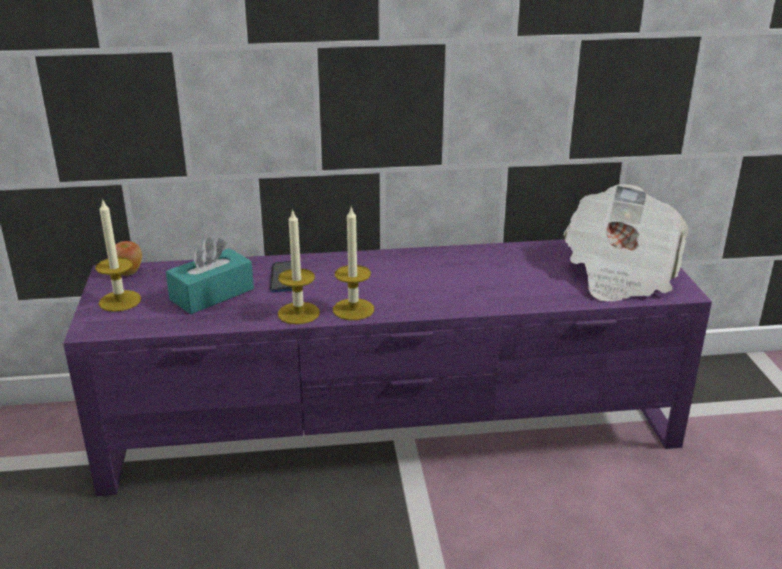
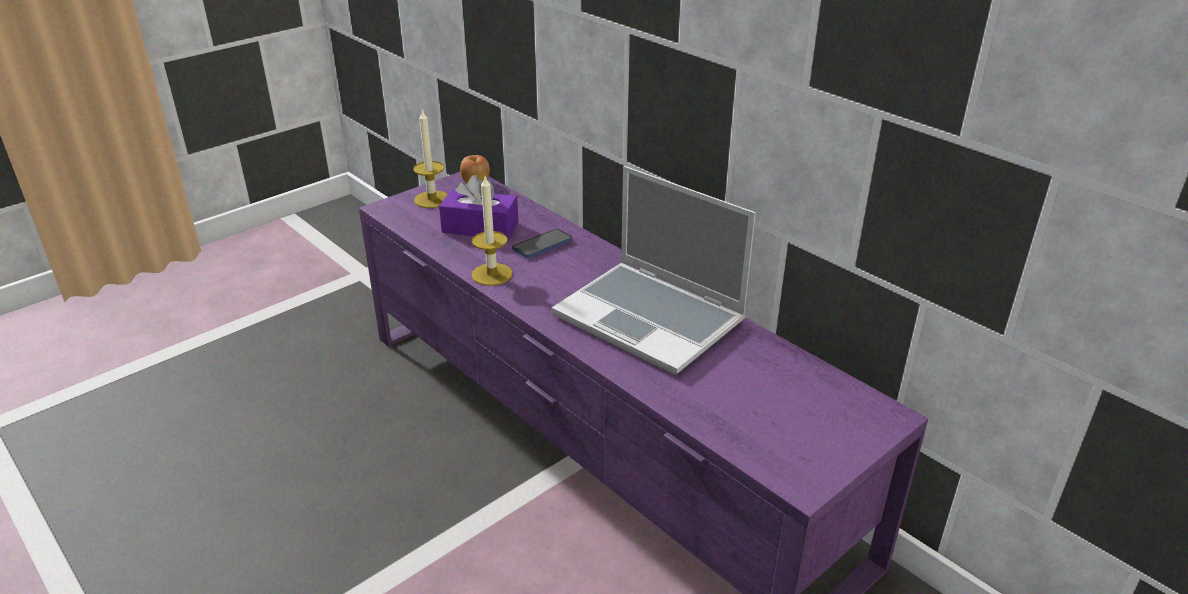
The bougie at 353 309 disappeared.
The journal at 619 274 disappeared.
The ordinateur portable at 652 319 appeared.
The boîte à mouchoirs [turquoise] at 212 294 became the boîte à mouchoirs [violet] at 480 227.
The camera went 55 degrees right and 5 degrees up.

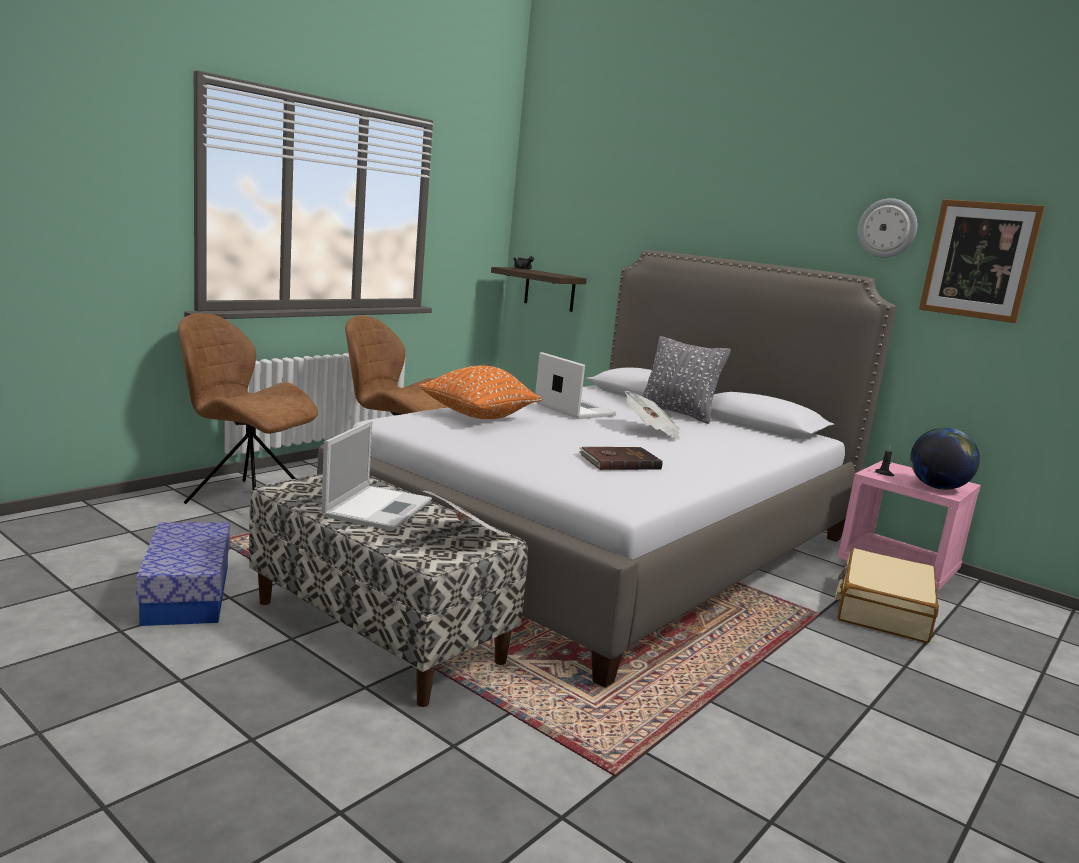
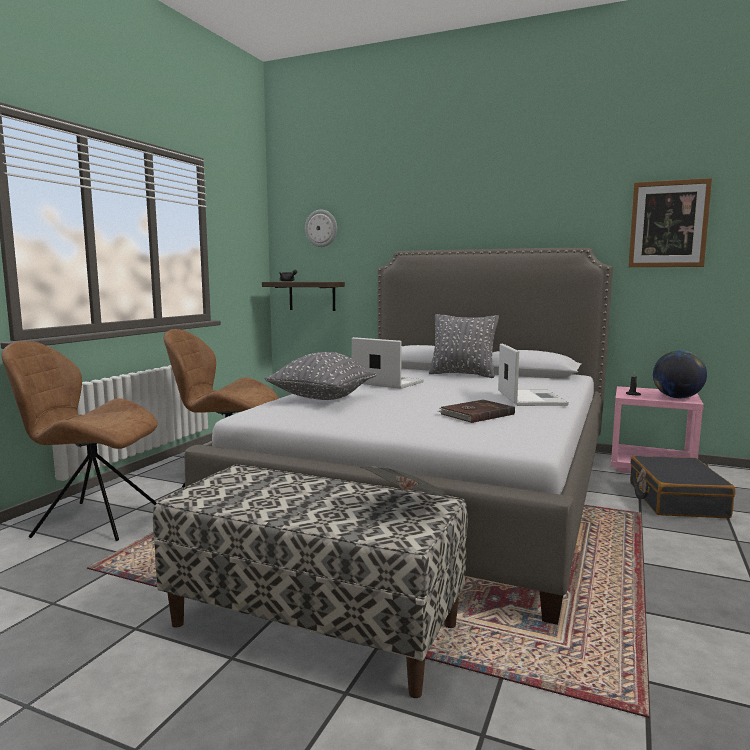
The boîte de rangement at 187 594 disappeared.
The journal at 651 432 disappeared.
The ordinateur portable moved from 378 508 to 530 398.
The horloge murale moved from 887 228 to 321 228.
The coussin [orange] at 478 417 became the coussin [gris] at 322 399.
The valise [beige] at 882 610 became the valise [noir] at 675 500.
The camera went 15 degrees left and 5 degrees down.

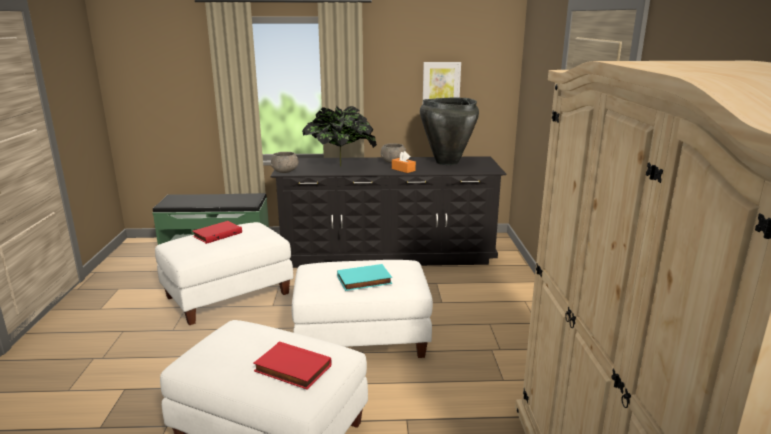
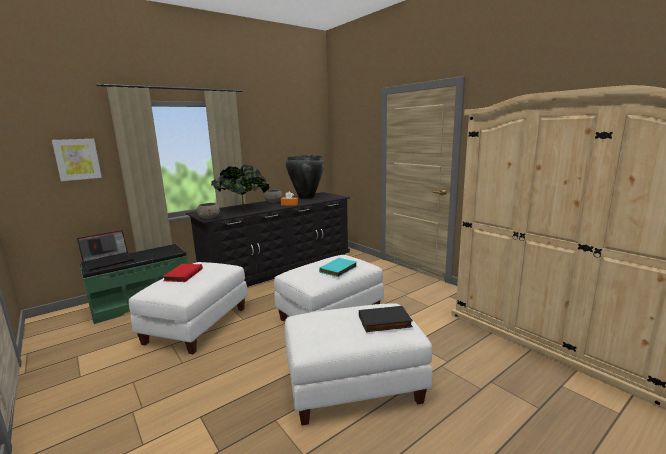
The ordinateur portable at 109 261 appeared.
The tableau moved from 441 83 to 77 159.
The livre [rouge] at 291 369 became the livre [noir] at 384 322.
The camera went 35 degrees left and 5 degrees down.

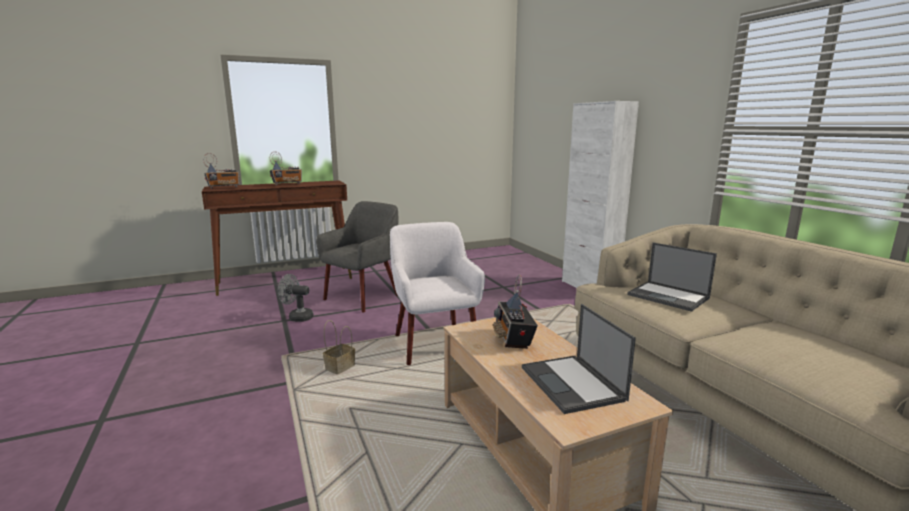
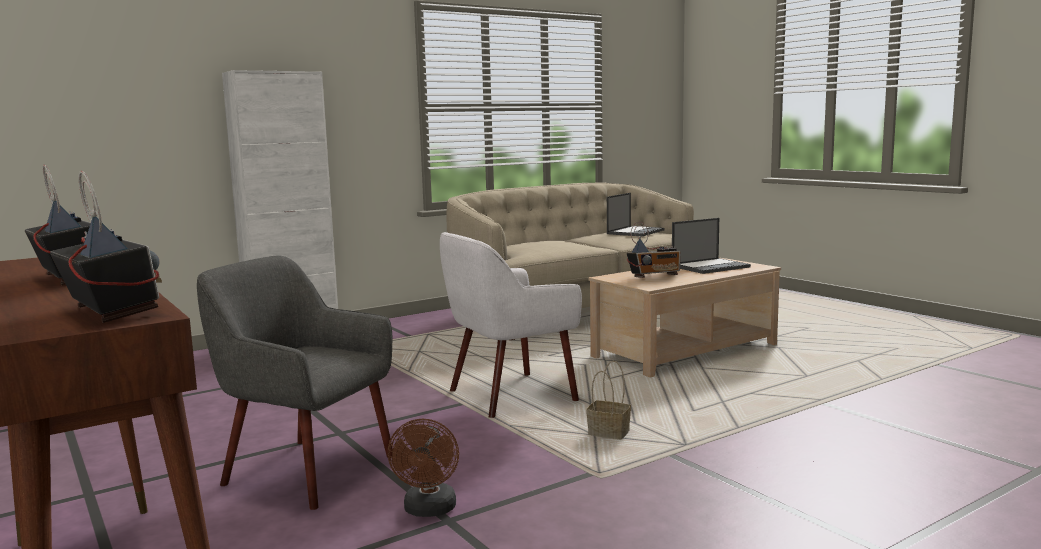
The ordinateur portable moved from 669 296 to 635 232.
The ventilateur [gris] at 297 317 became the ventilateur [marron] at 429 510.
The camera went 100 degrees left and 5 degrees down.

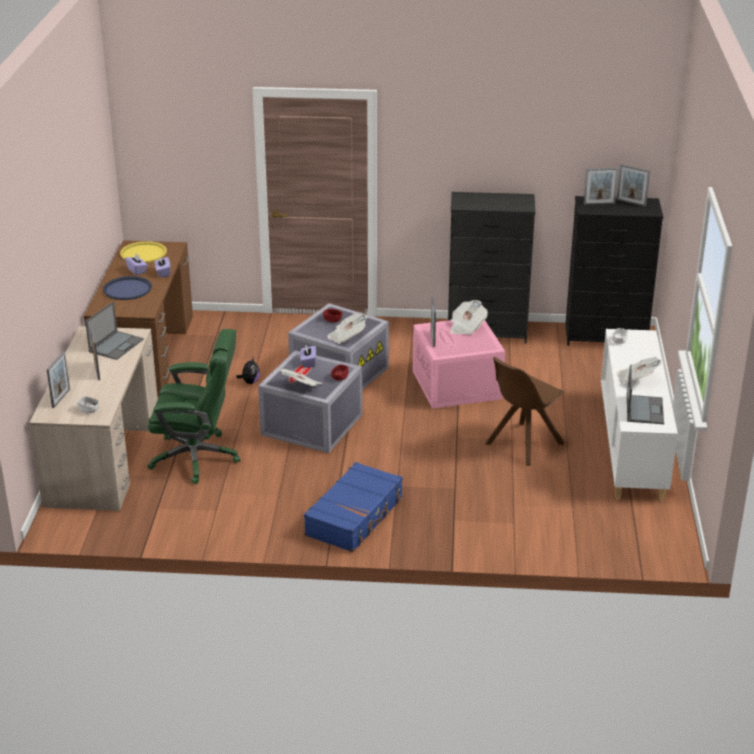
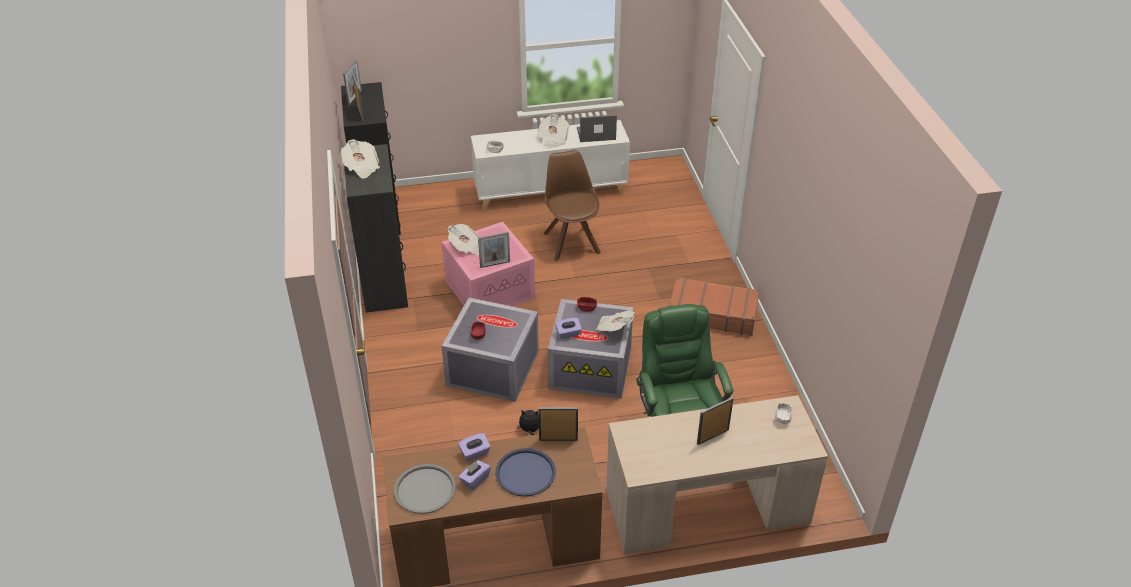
The ordinateur portable at 116 345 disappeared.
The cadre photo moved from 61 398 to 558 439.
The journal moved from 347 337 to 361 167.
The plateau [jaune] at 143 253 became the plateau [gris] at 424 489.
The valise [bleu] at 355 517 became the valise [marron] at 712 313.
The chaise [marron] at 522 444 turned 135 degrees counterclockwise.
The camera went 105 degrees left and 10 degrees up.

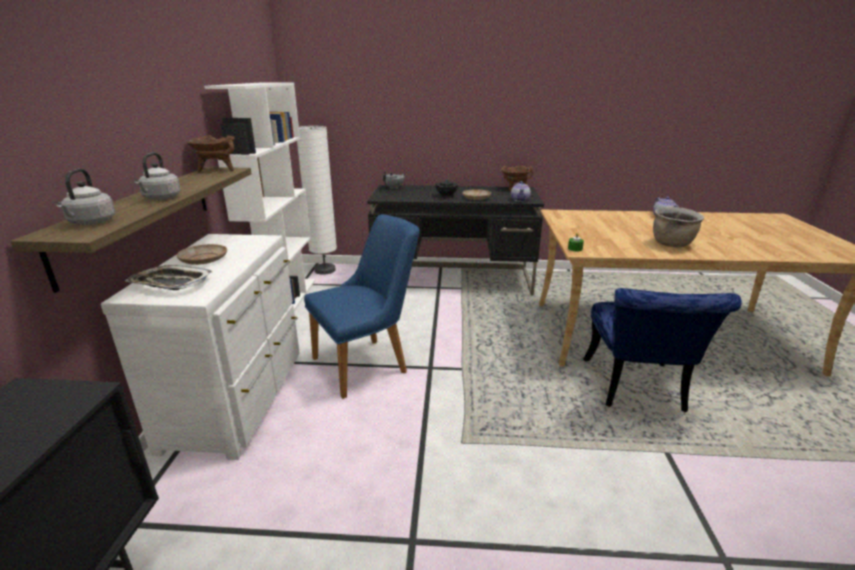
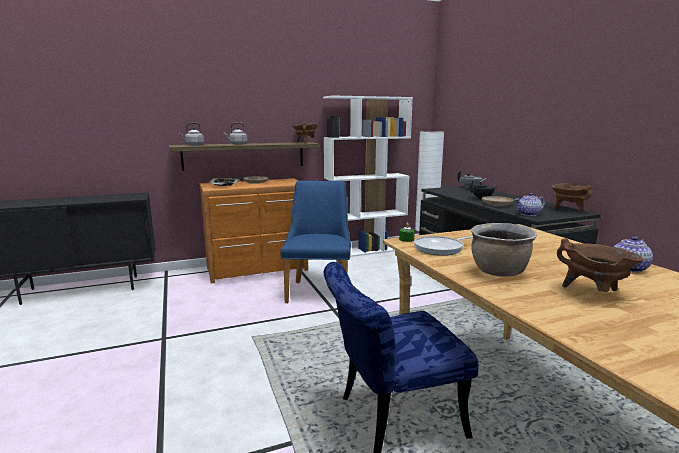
The poêle at 441 248 appeared.
The marmite [marron] at 594 293 appeared.
The commode [blanc] at 240 398 became the commode [marron] at 258 269.
The chaise [bleu] at 368 363 turned 120 degrees counterclockwise.
The camera went 65 degrees right and 10 degrees down.

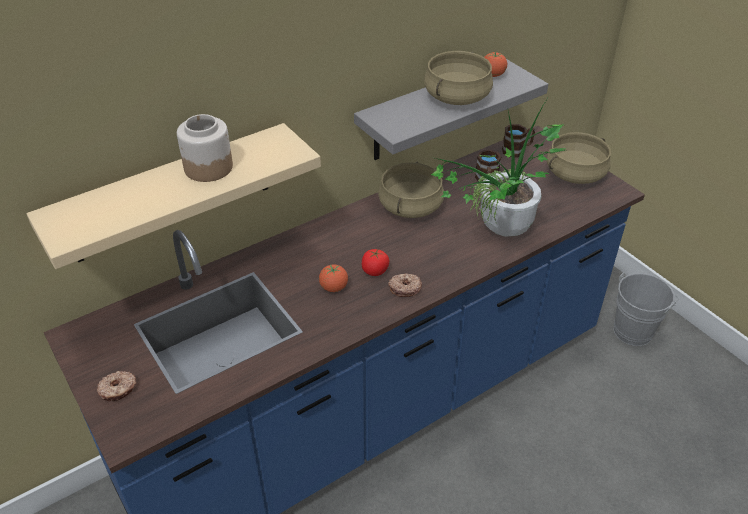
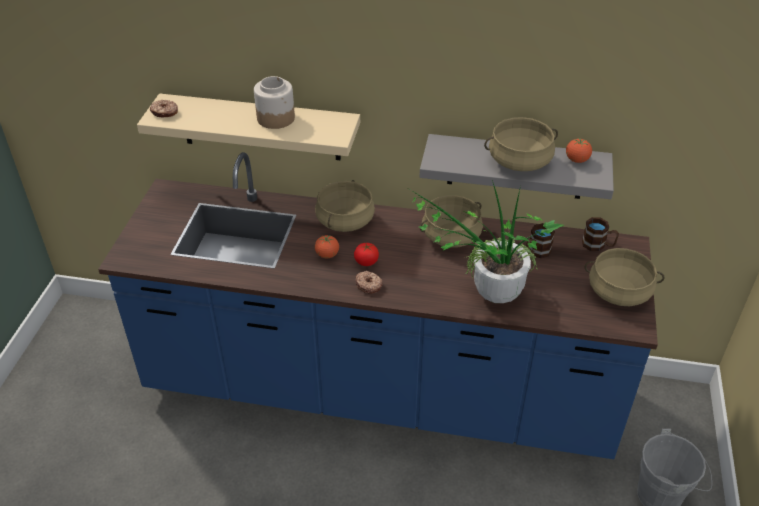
The marmite [beige] at 344 220 appeared.
The beignet moved from 118 390 to 164 112.
The camera went 45 degrees right and 0 degrees up.

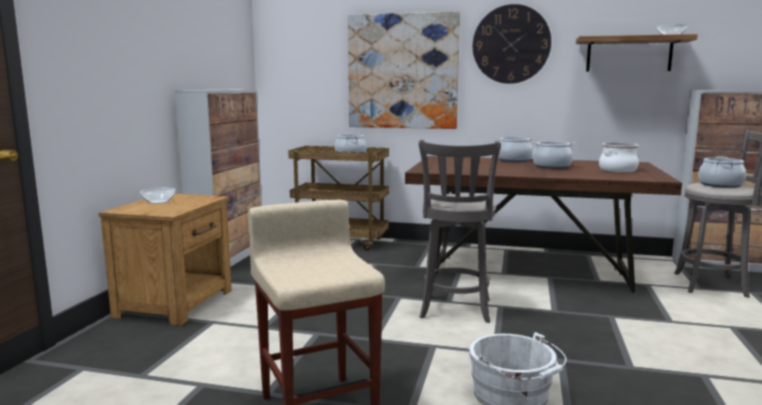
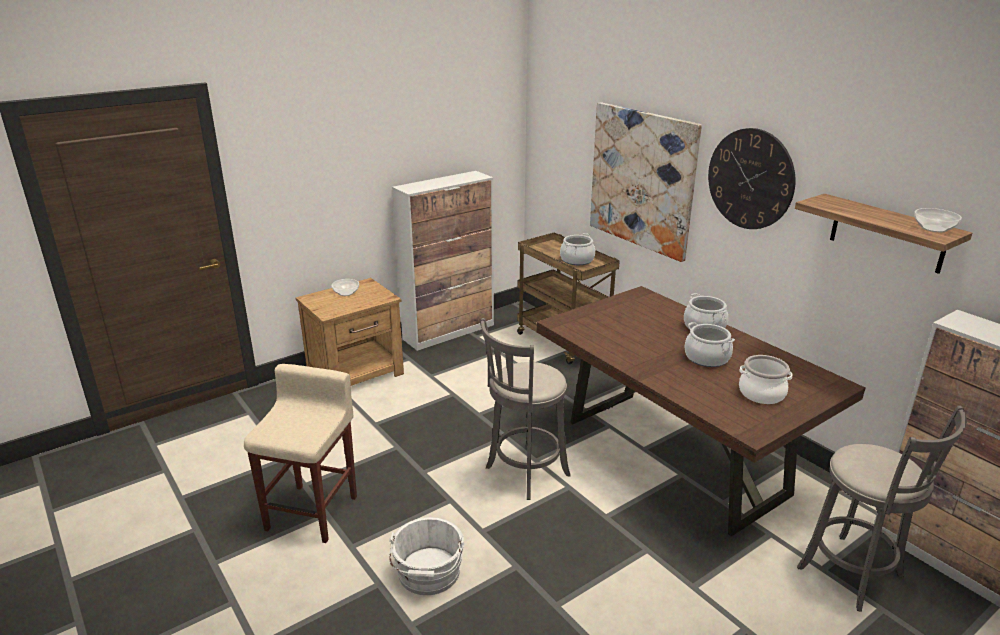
The marmite at 720 185 disappeared.
The camera went 40 degrees right and 15 degrees up.

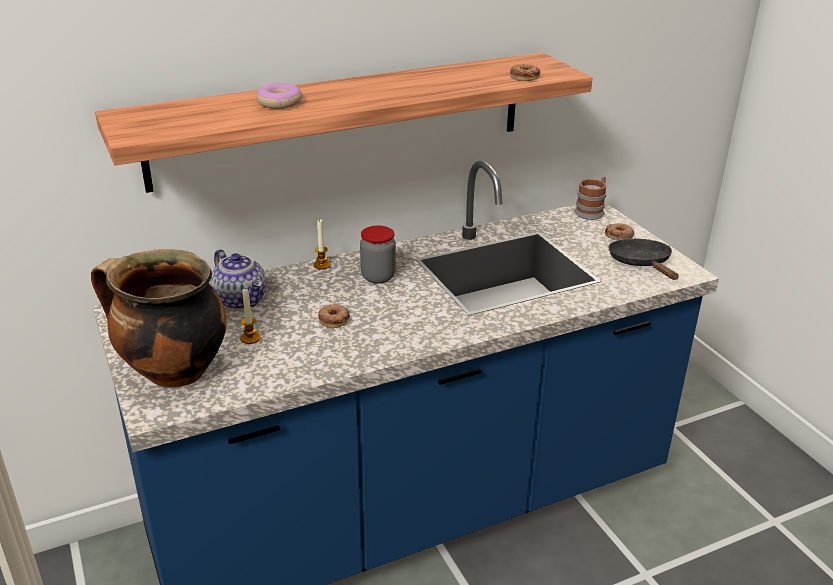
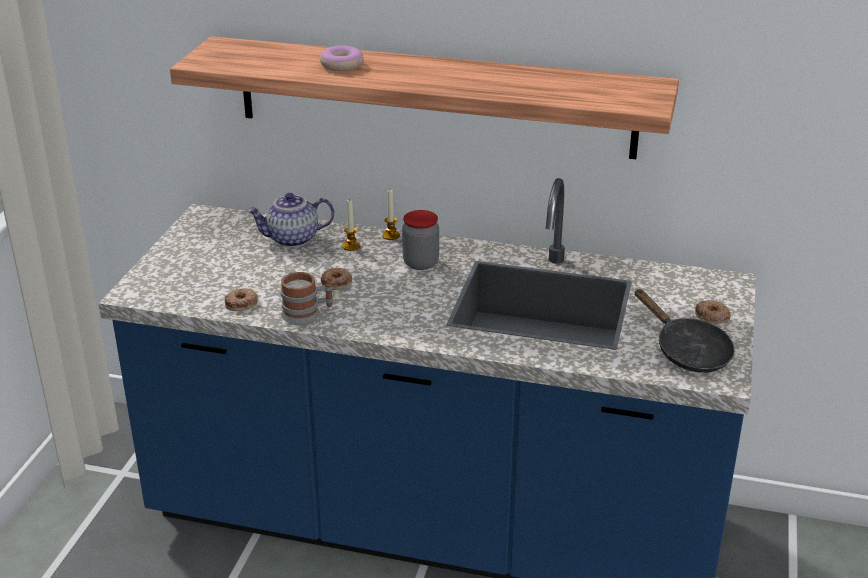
The marmite at 172 372 disappeared.
The bougie moved from 250 338 to 351 246.
The beignet moved from 524 76 to 242 303.
The mug moved from 591 211 to 307 314.
The théière at 242 300 turned 75 degrees clockwise.
The poêle [noir] at 641 264 turned 120 degrees clockwise.
The camera went 40 degrees right and 0 degrees up.

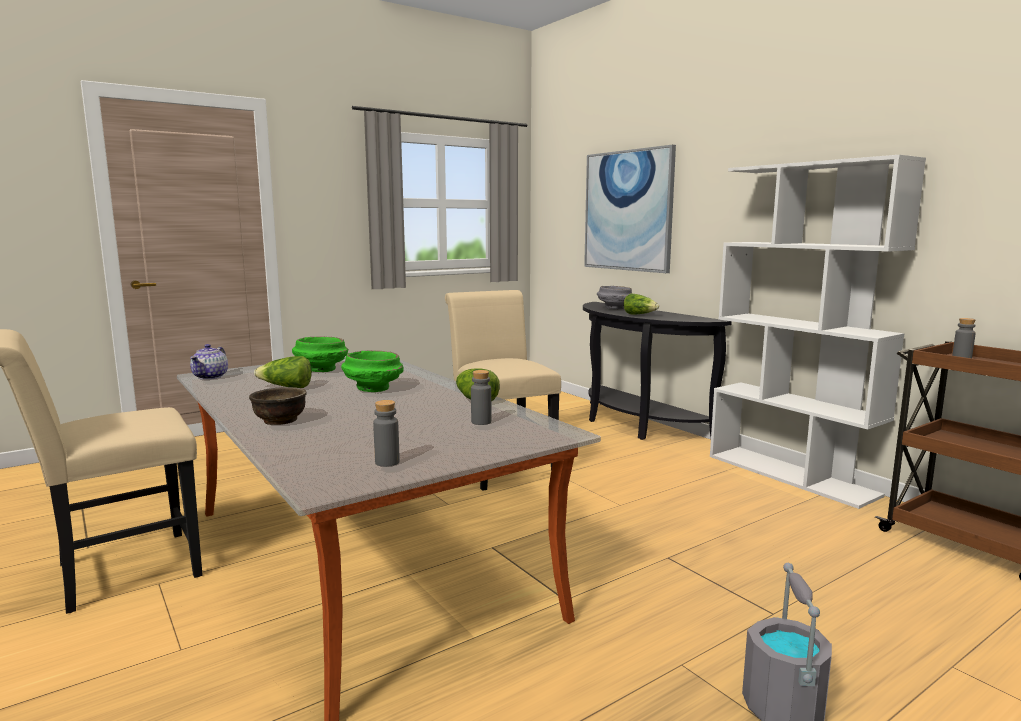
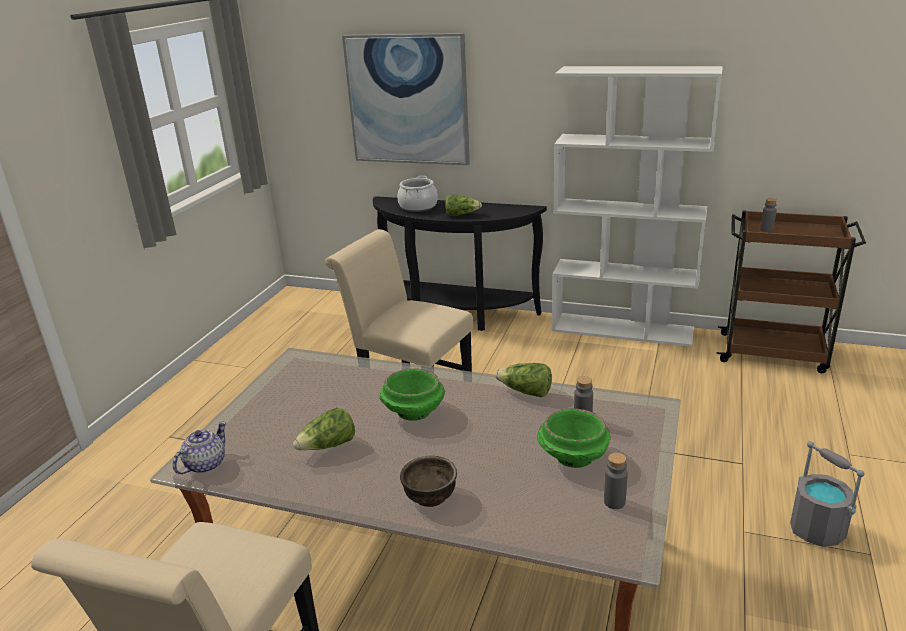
The bol [vert] moved from 321 370 to 573 458.
The bol [gris] at 614 308 was replaced by the marmite at 418 207.
The théière at 211 377 turned 120 degrees counterclockwise.
The camera went 35 degrees left and 15 degrees up.

